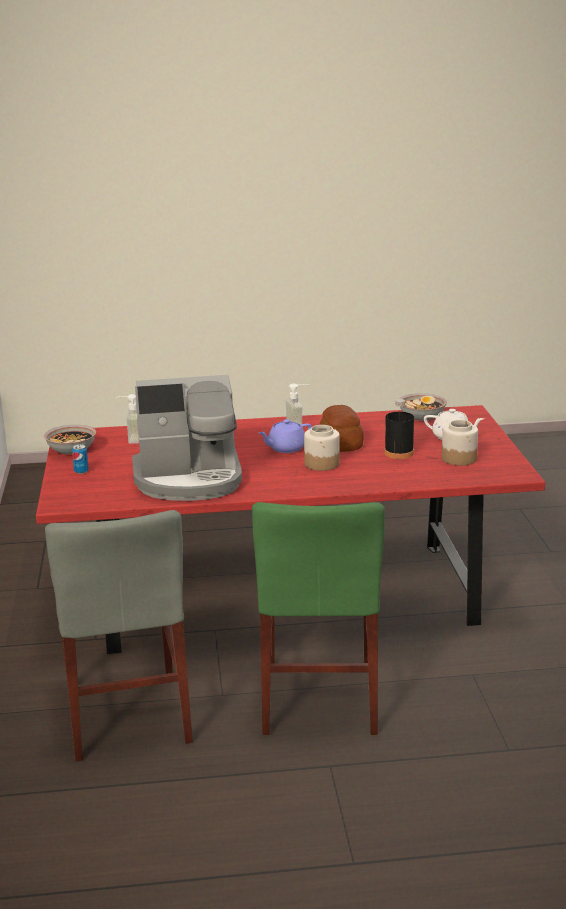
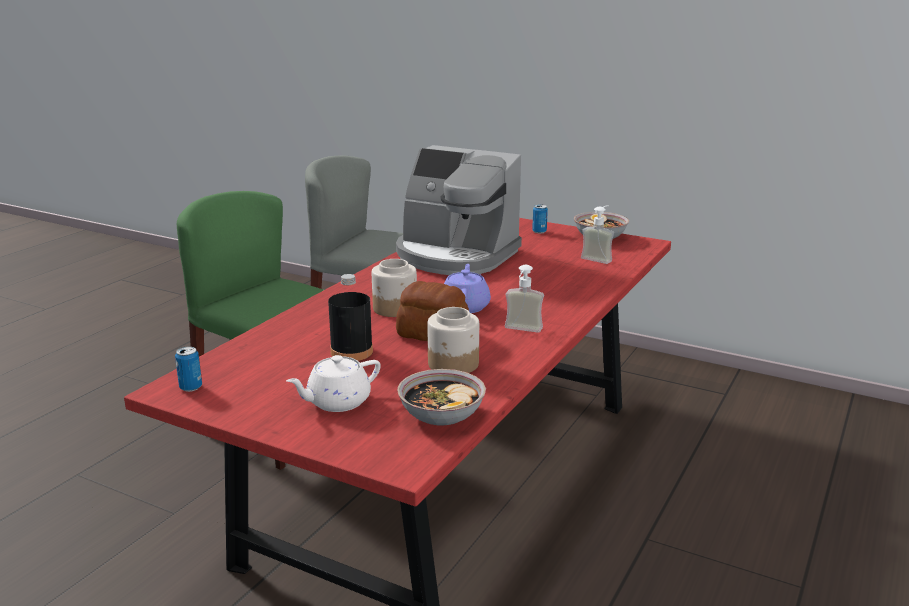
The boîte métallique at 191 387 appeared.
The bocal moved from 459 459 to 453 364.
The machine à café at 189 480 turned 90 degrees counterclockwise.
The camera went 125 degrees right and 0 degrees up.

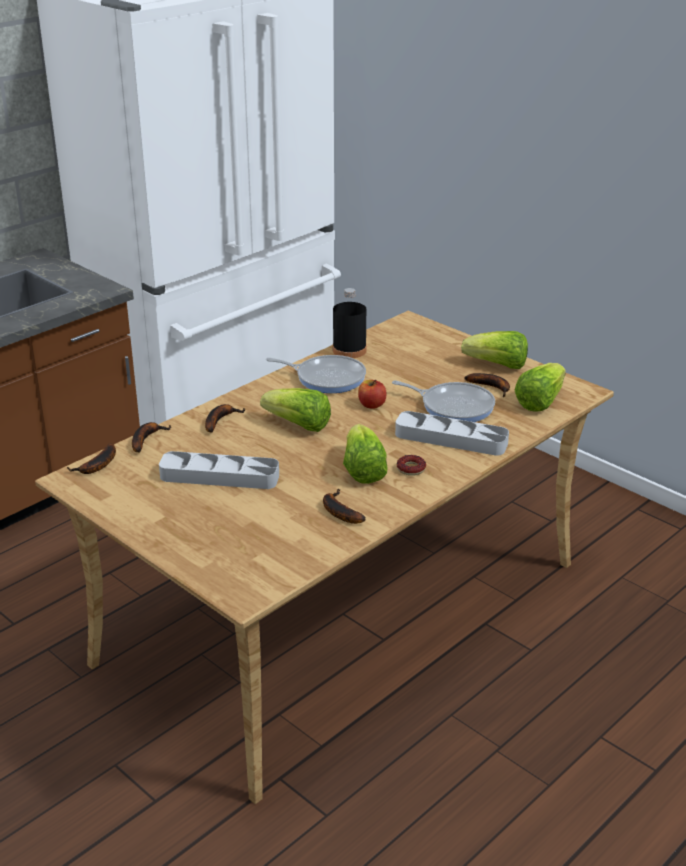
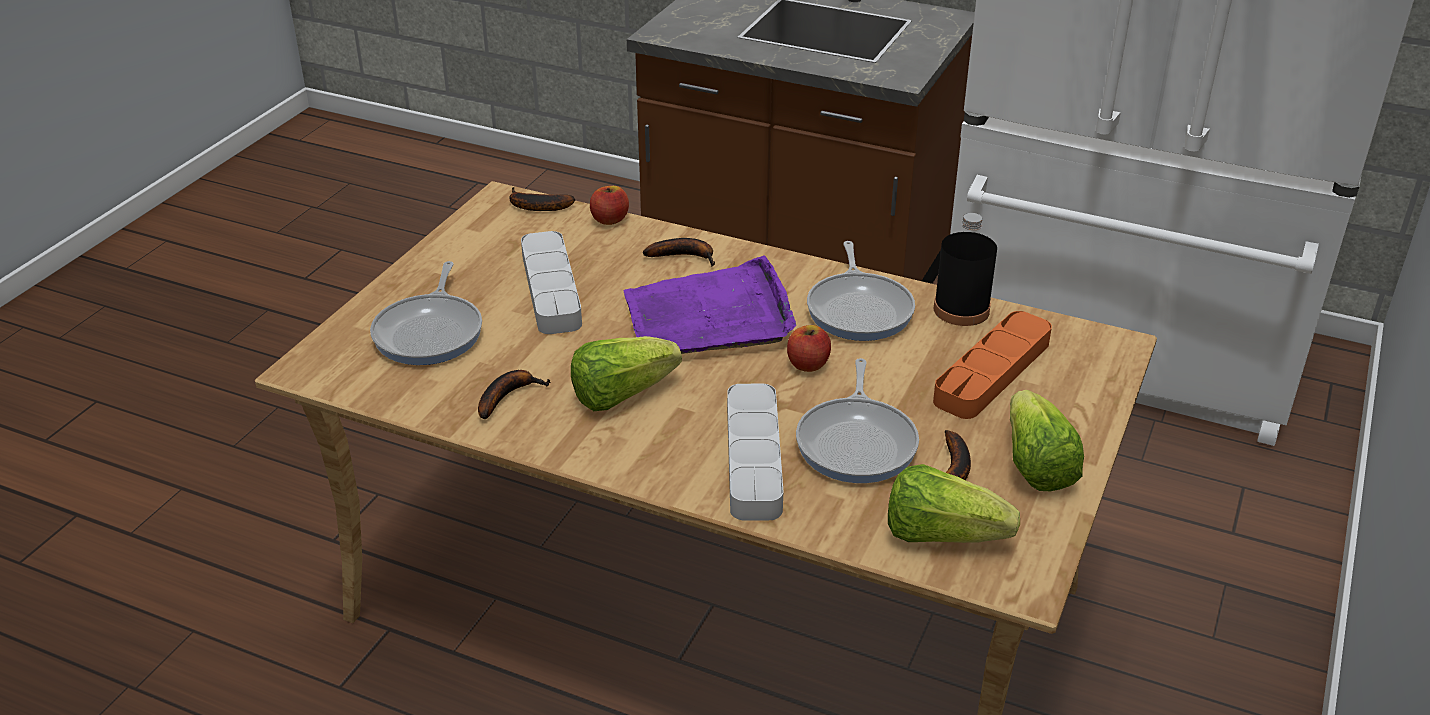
The beignet at 411 469 disappeared.
The poêle at 431 332 appeared.
The plateau [orange] at 992 372 appeared.
The banane at 146 439 was replaced by the pomme at 609 219.
The laitue at 298 425 was replaced by the plateau [violet] at 709 316.
The camera went 70 degrees right and 5 degrees up.

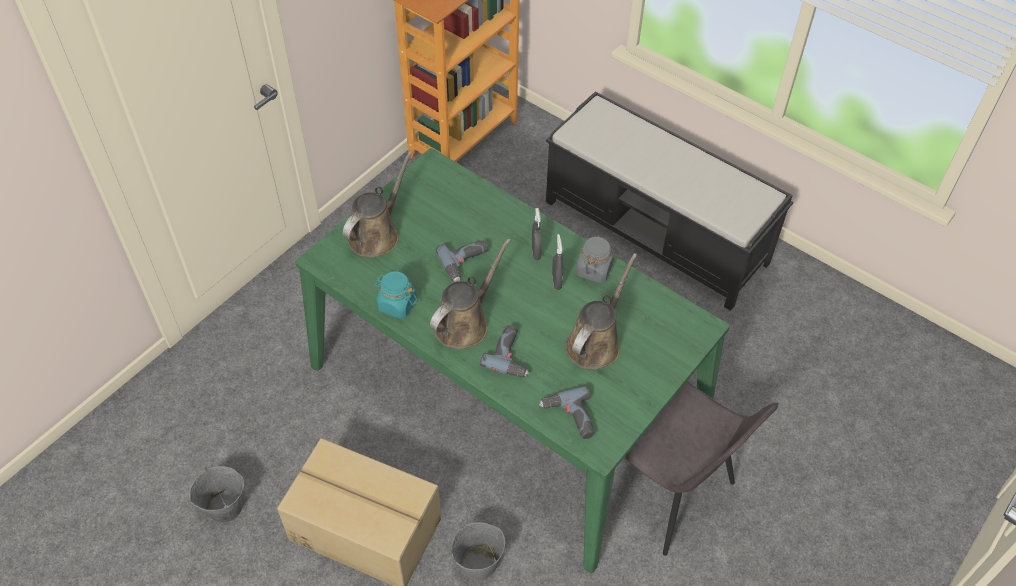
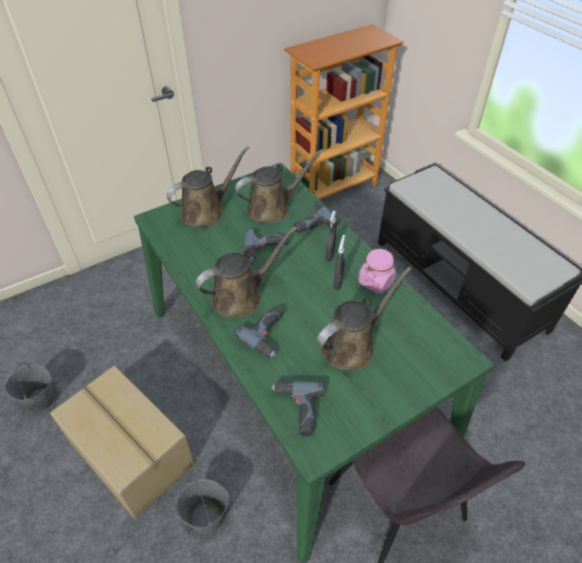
The bocal [turquoise] at 397 305 disappeared.
The arrosoir [marron] at 272 208 appeared.
The perceuse at 311 221 appeared.
The bocal [gris] at 594 270 became the bocal [rose] at 376 281.
The camera went 20 degrees right and 5 degrees down.

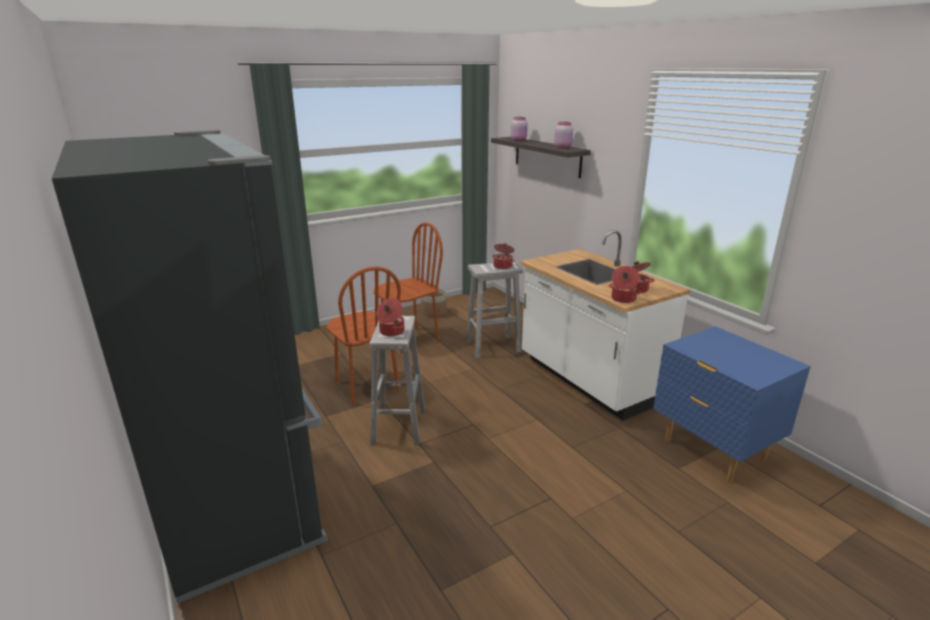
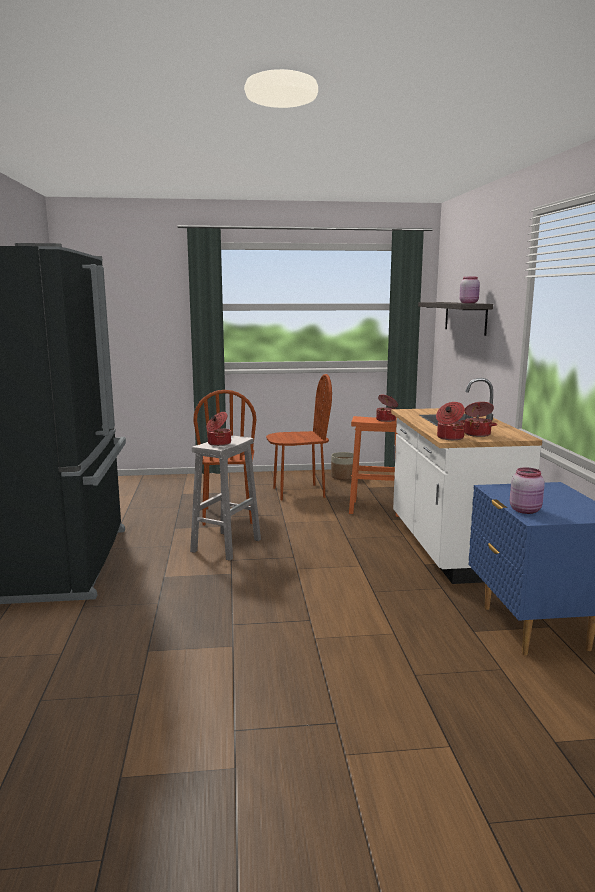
The bocal [rose] moved from 519 140 to 526 510.
The tabouret [blanc] at 494 346 became the tabouret [orange] at 376 508.
The camera went 25 degrees right and 10 degrees down.

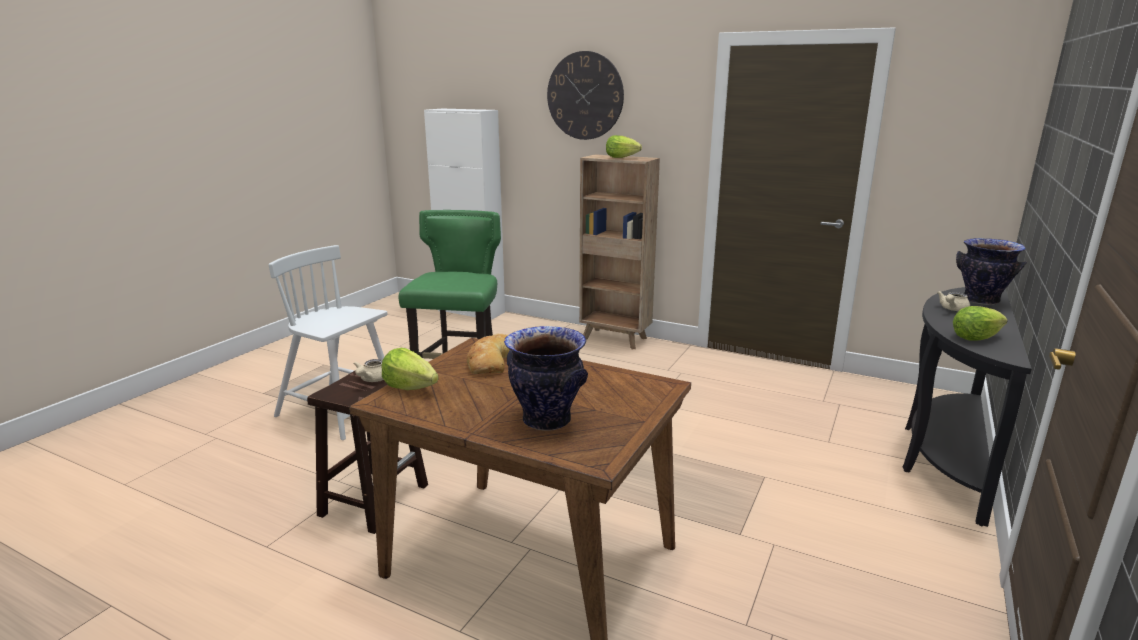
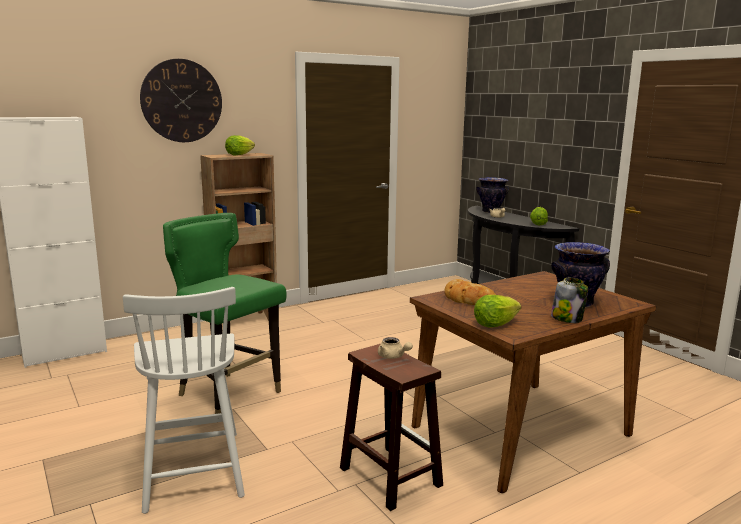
The bocal at 567 318 appeared.
The chaise [blanc] at 339 412 turned 75 degrees counterclockwise.
The camera went 60 degrees left and 5 degrees down.

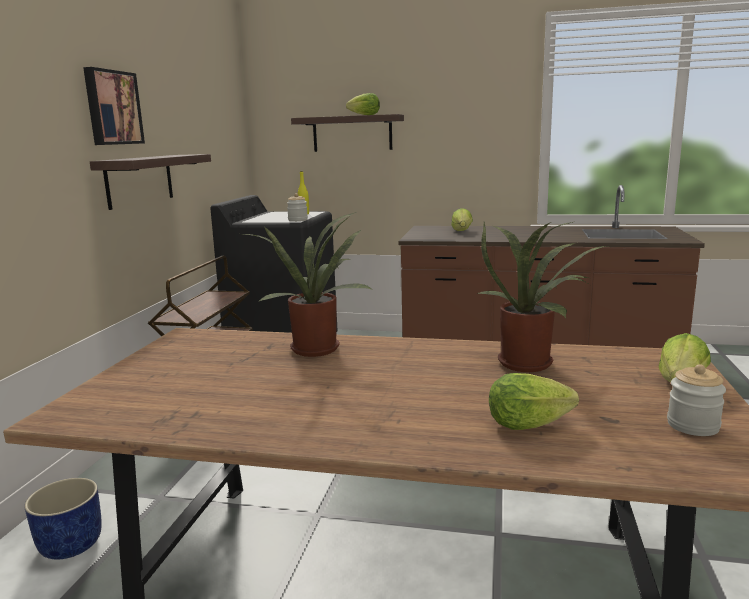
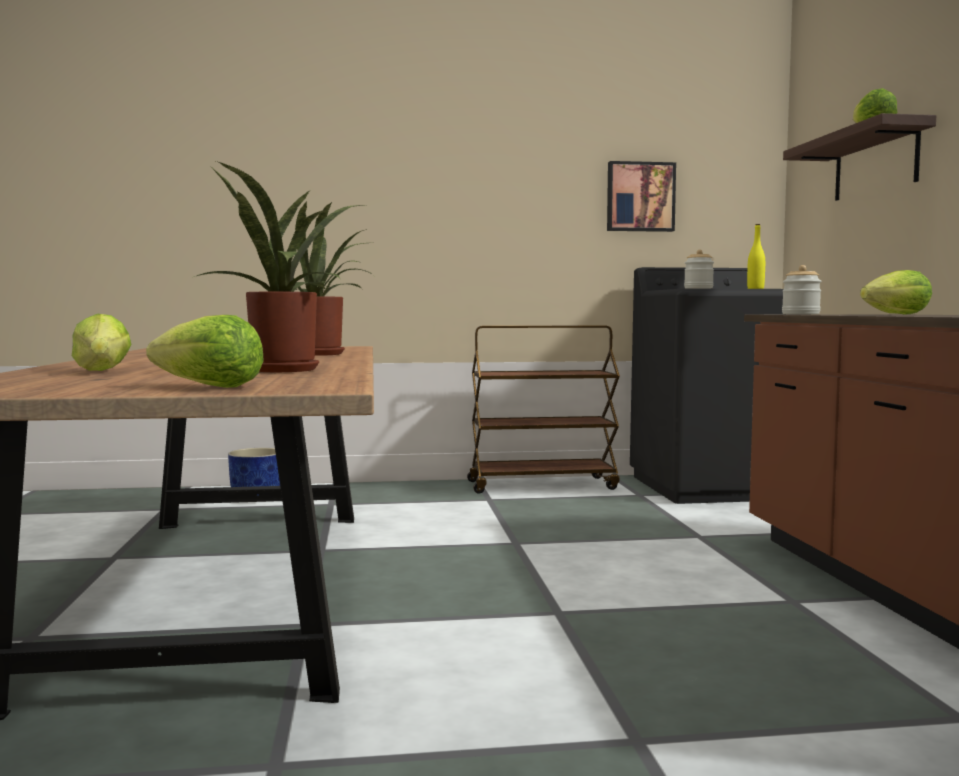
The étagère at 139 180 disappeared.
The tableau moved from 112 108 to 640 197.
The bocal moved from 693 425 to 800 314.
The camera went 70 degrees right and 10 degrees down.

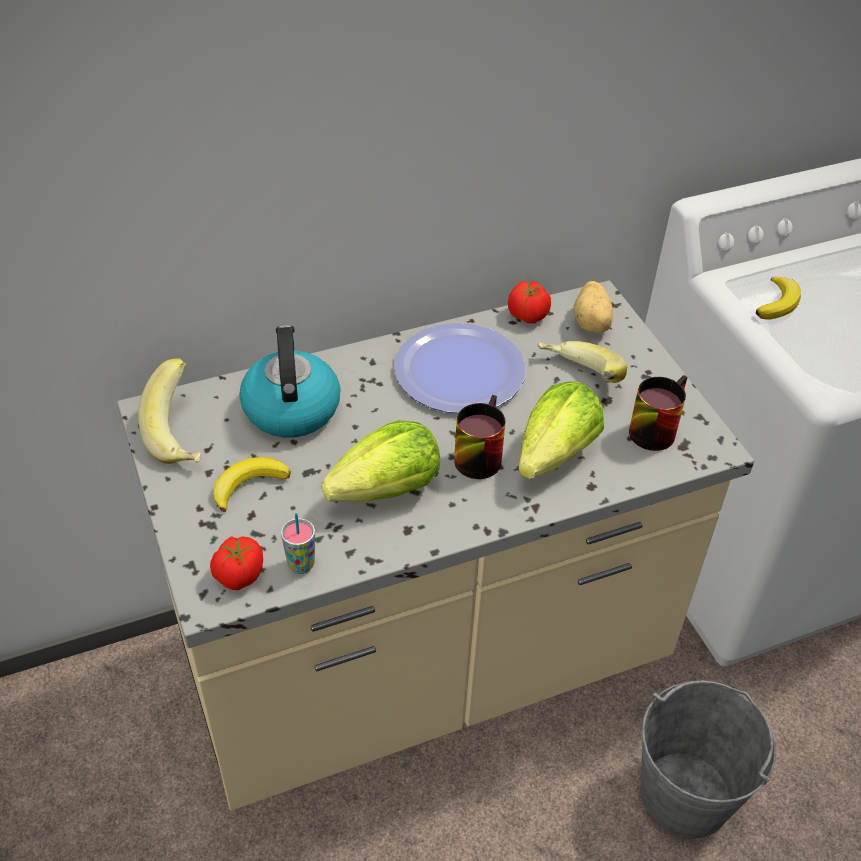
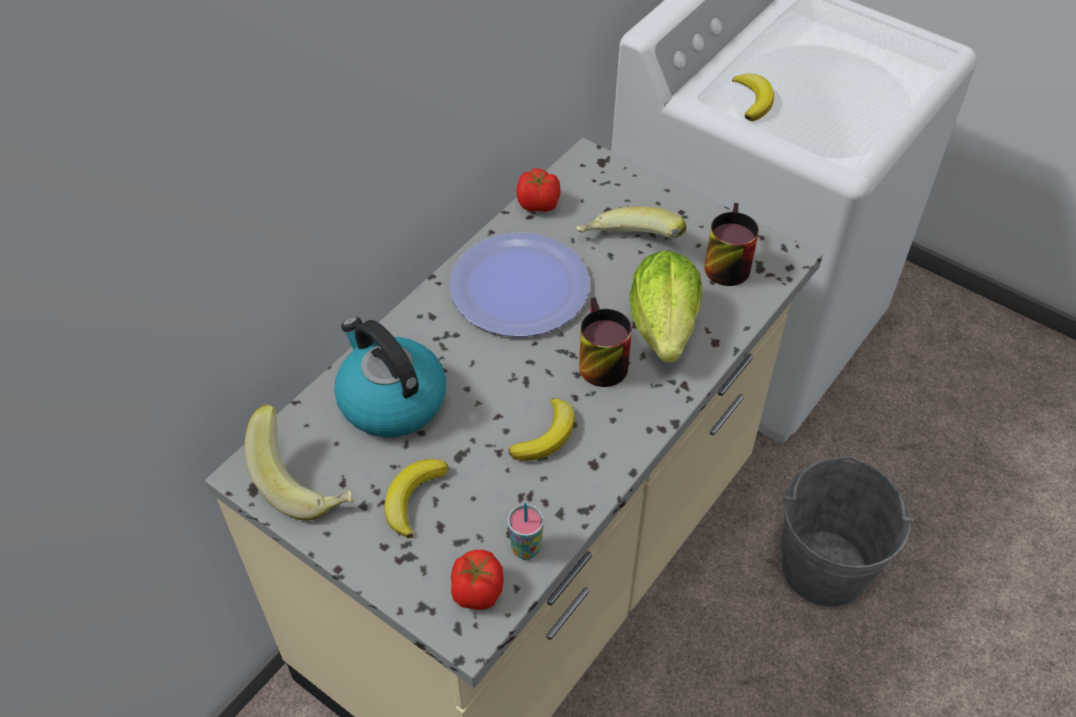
The pomme de terre at 592 323 disappeared.
The laitue at 388 490 was replaced by the banane at 546 435.
The camera went 30 degrees left and 5 degrees up.

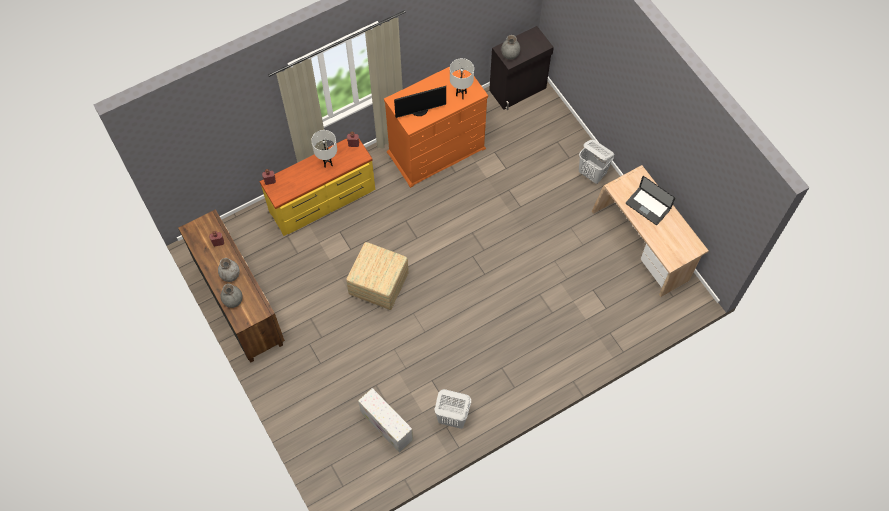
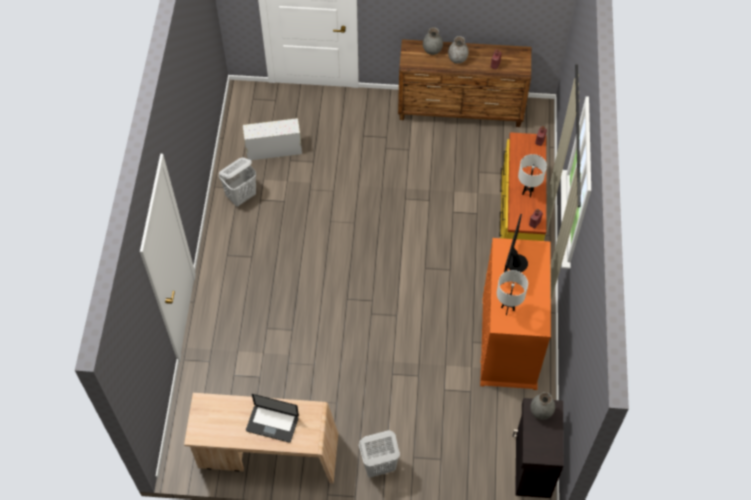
The pouf at 378 284 disappeared.
The ordinateur portable at 647 206 turned 150 degrees counterclockwise.
The camera went 125 degrees right and 5 degrees down.

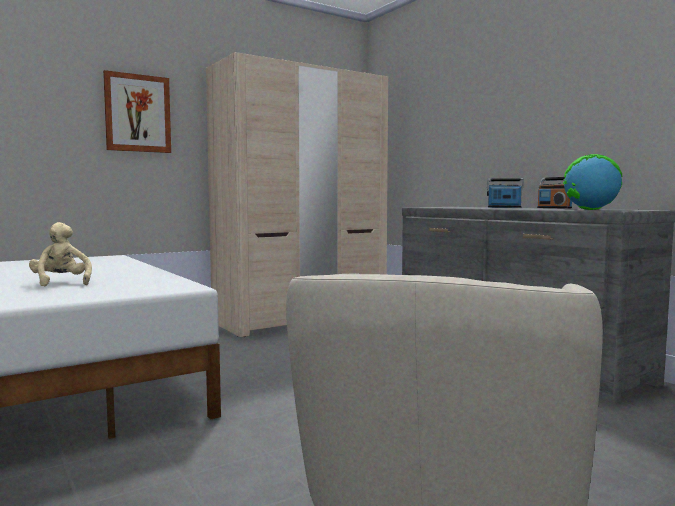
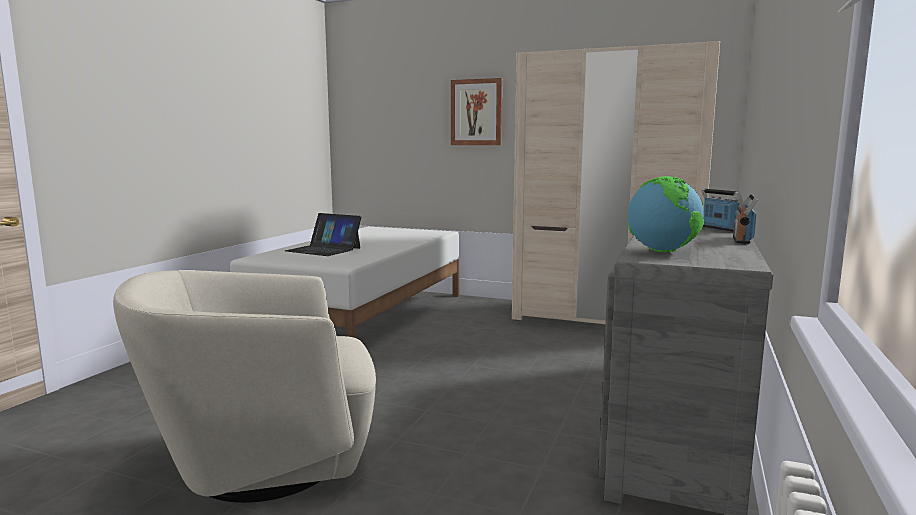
The peluche [beige] at 61 283 was replaced by the ordinateur portable at 323 249.
The camera went 55 degrees right and 5 degrees up.

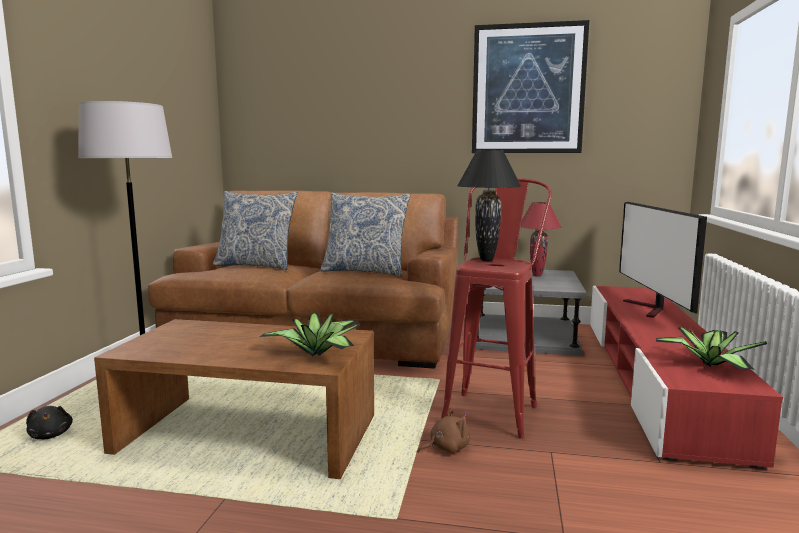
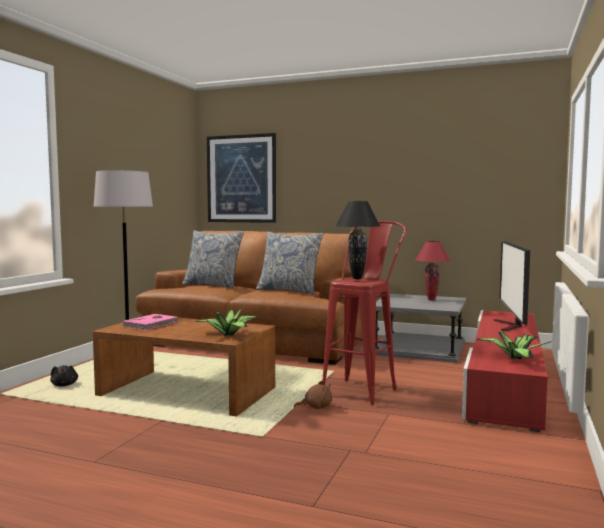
The livre [rose] at 151 324 appeared.
The tableau moved from 528 89 to 241 179.
The camera went 10 degrees right and 5 degrees down.

